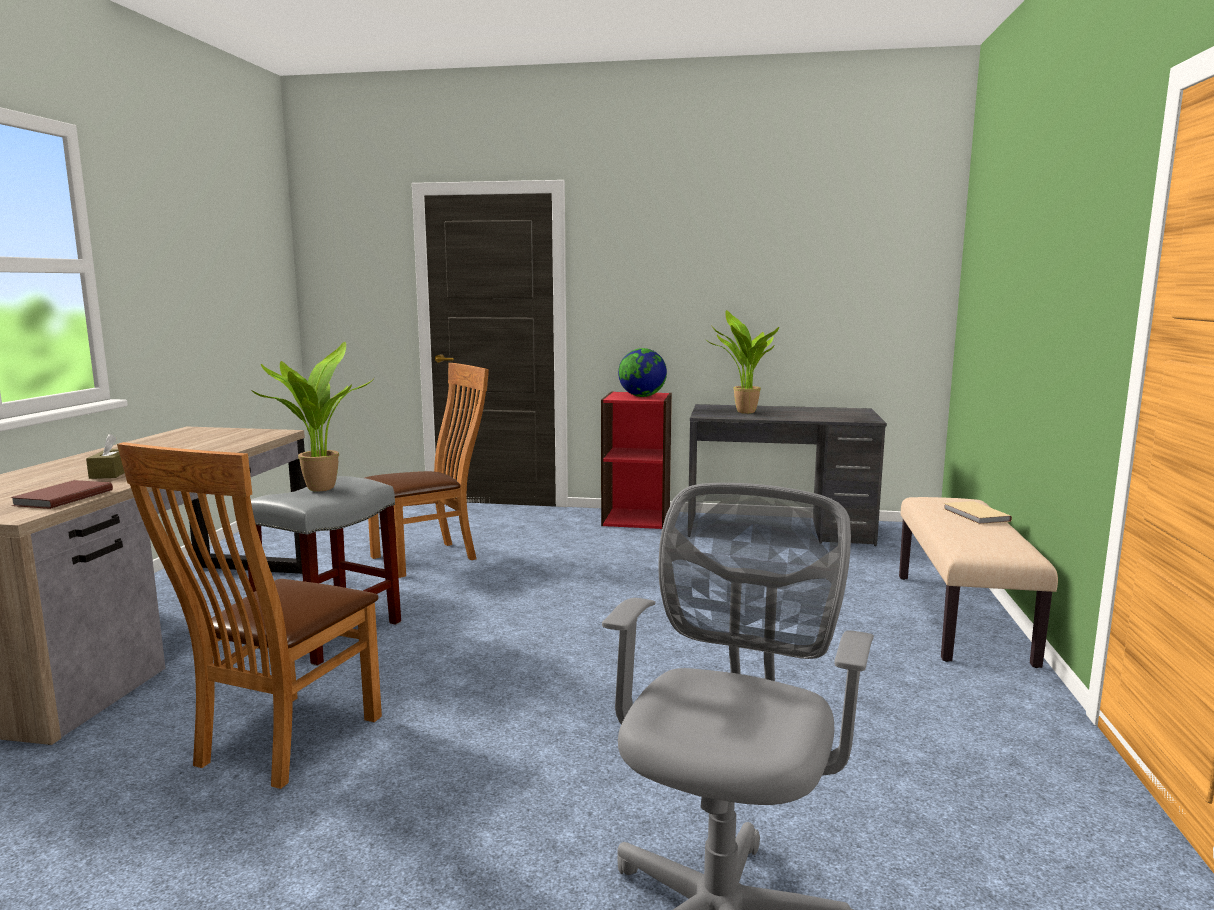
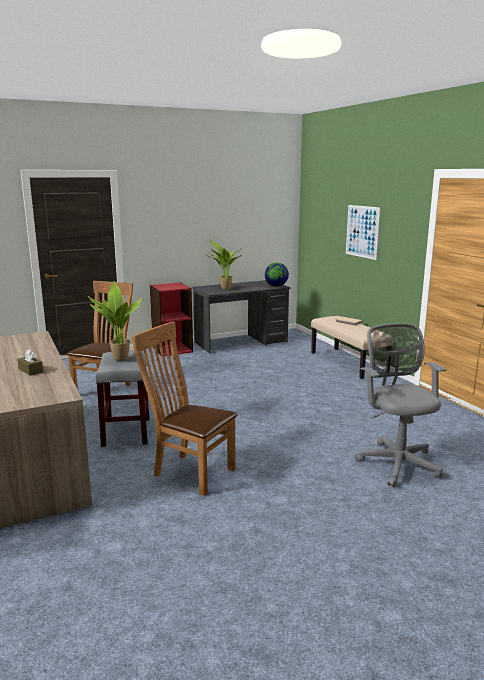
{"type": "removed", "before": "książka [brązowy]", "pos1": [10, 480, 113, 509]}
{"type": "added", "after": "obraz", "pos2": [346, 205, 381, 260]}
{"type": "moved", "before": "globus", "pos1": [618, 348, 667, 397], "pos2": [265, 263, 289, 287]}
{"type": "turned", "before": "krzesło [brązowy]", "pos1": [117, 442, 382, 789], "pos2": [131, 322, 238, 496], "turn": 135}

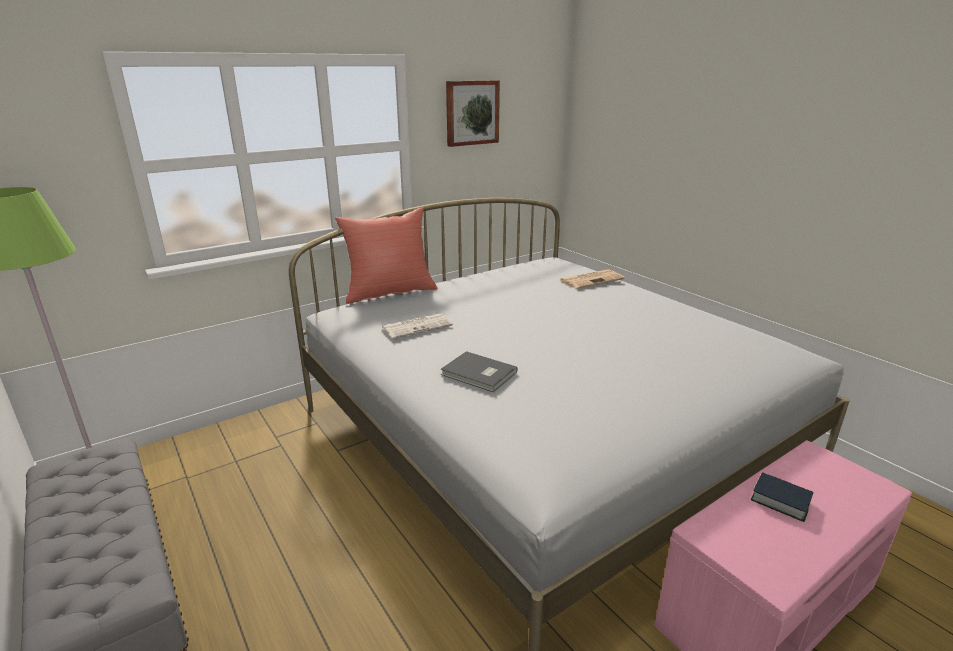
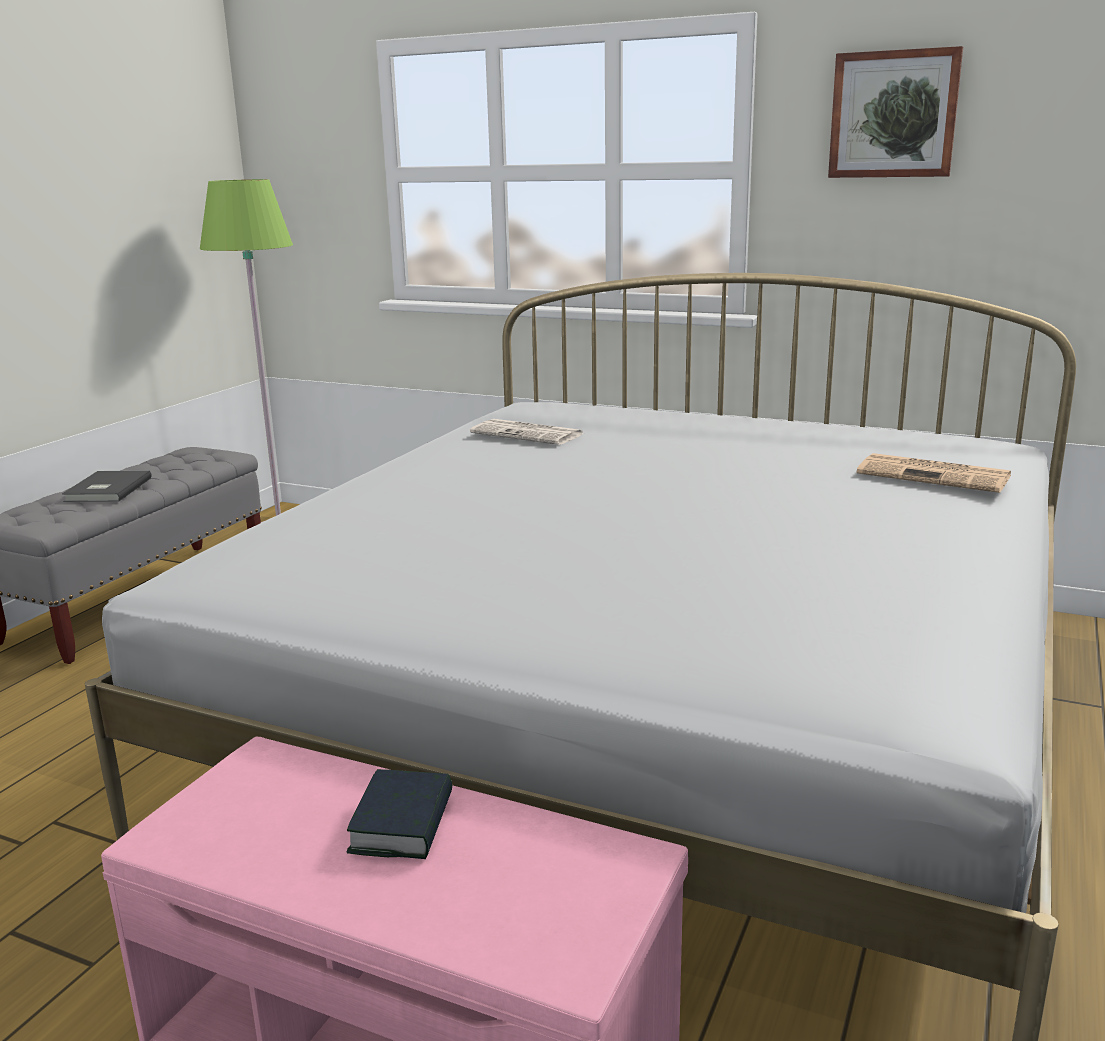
{"type": "removed", "before": "poduszka [czerwony]", "pos1": [335, 207, 438, 304]}
{"type": "moved", "before": "książka [szary]", "pos1": [441, 351, 518, 392], "pos2": [62, 471, 152, 502]}

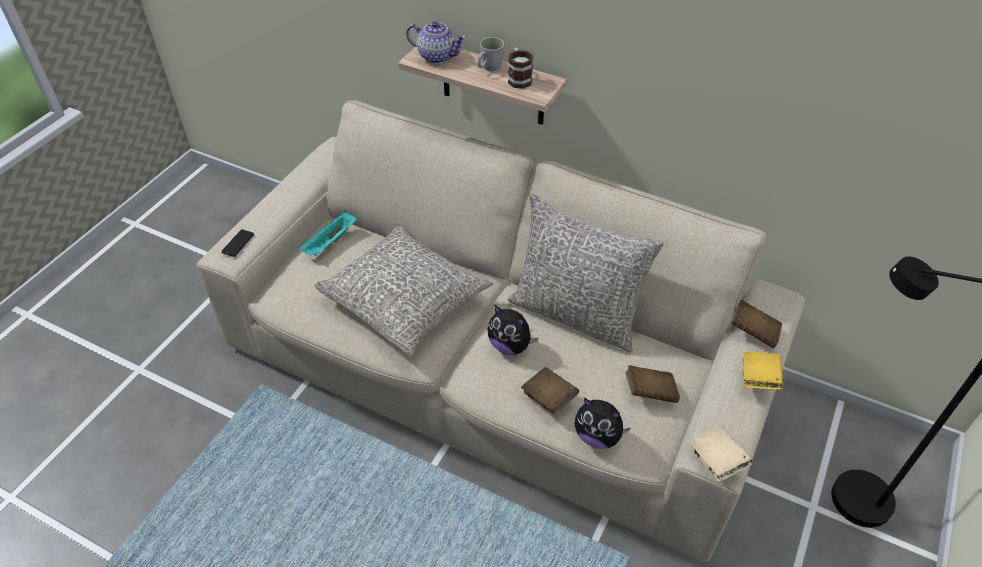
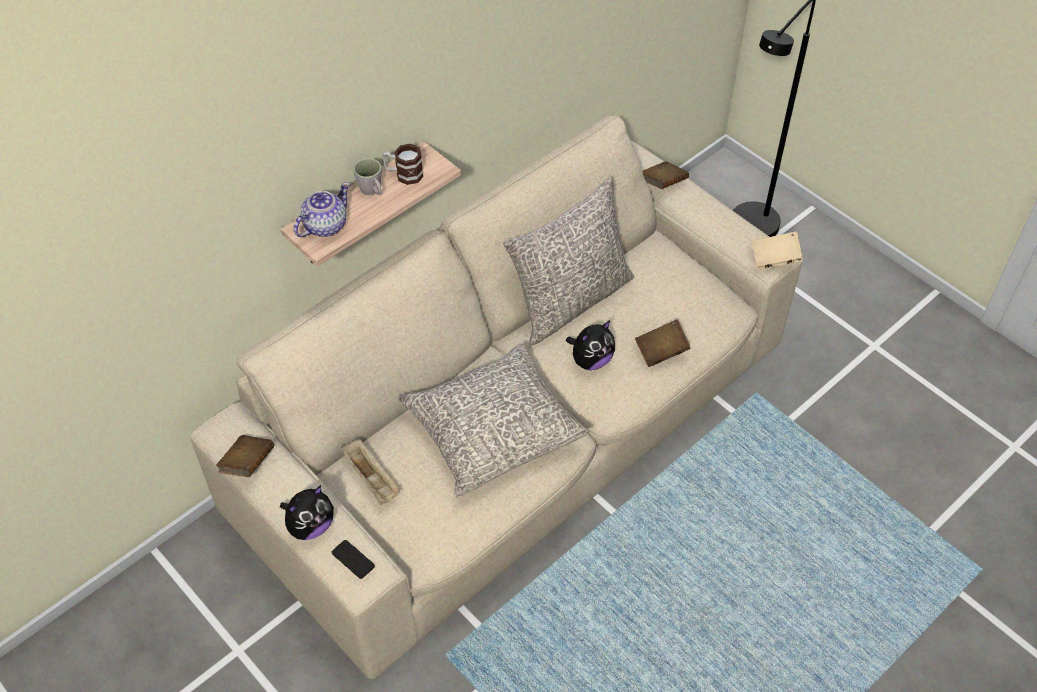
{"type": "removed", "before": "książka [żółty]", "pos1": [743, 351, 783, 389]}
{"type": "moved", "before": "pluszak", "pos1": [574, 398, 631, 449], "pos2": [280, 485, 334, 540]}
{"type": "moved", "before": "książka [brązowy]", "pos1": [625, 365, 680, 403], "pos2": [216, 435, 274, 477]}
{"type": "recoloured", "before": "taca [turkusowy]", "after": "taca [beżowy]", "pos1": [299, 211, 356, 256], "pos2": [341, 439, 400, 505]}

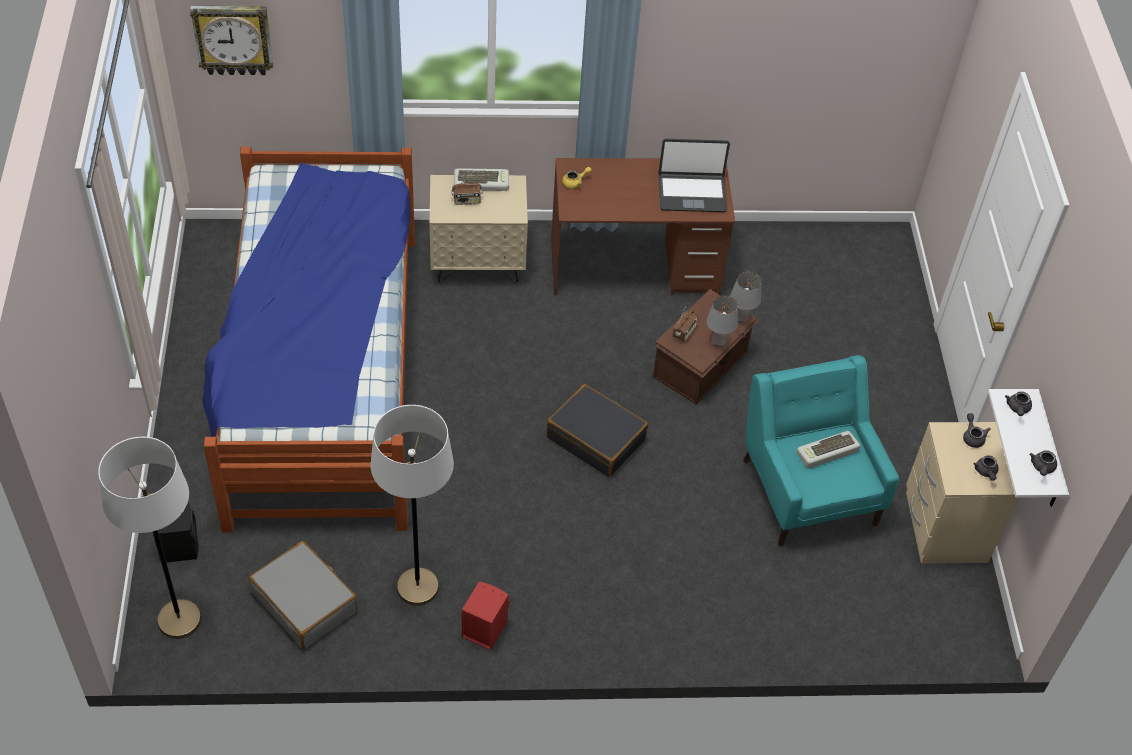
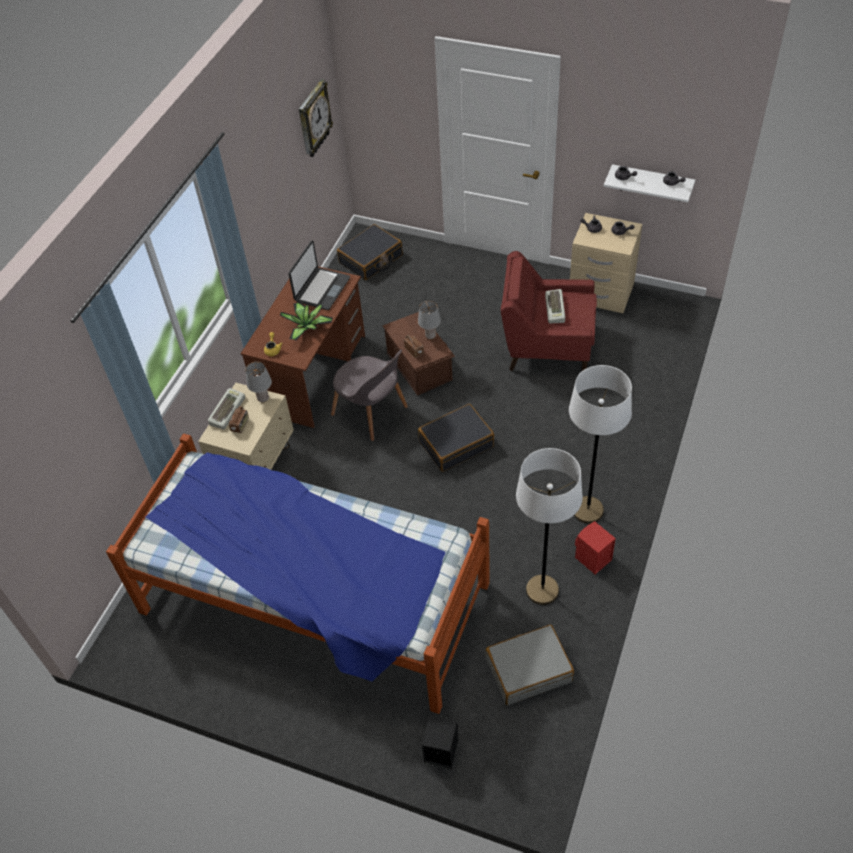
{"type": "added", "after": "roślina doniczkowa", "pos2": [280, 302, 333, 340]}
{"type": "added", "after": "krzesło [szary]", "pos2": [331, 350, 408, 441]}
{"type": "added", "after": "walizka [czarny]", "pos2": [337, 224, 403, 280]}
{"type": "moved", "before": "lampa stojąca [biały]", "pos1": [98, 437, 202, 639], "pos2": [569, 365, 632, 524]}
{"type": "moved", "before": "zegar ścienny", "pos1": [190, 5, 273, 75], "pos2": [299, 79, 333, 157]}
{"type": "moved", "before": "lampa stołowa [szary]", "pos1": [730, 272, 761, 322], "pos2": [246, 361, 272, 403]}
{"type": "recoloured", "before": "fotel [turkusowy]", "after": "fotel [czerwony]", "pos1": [743, 355, 899, 546], "pos2": [501, 251, 597, 371]}

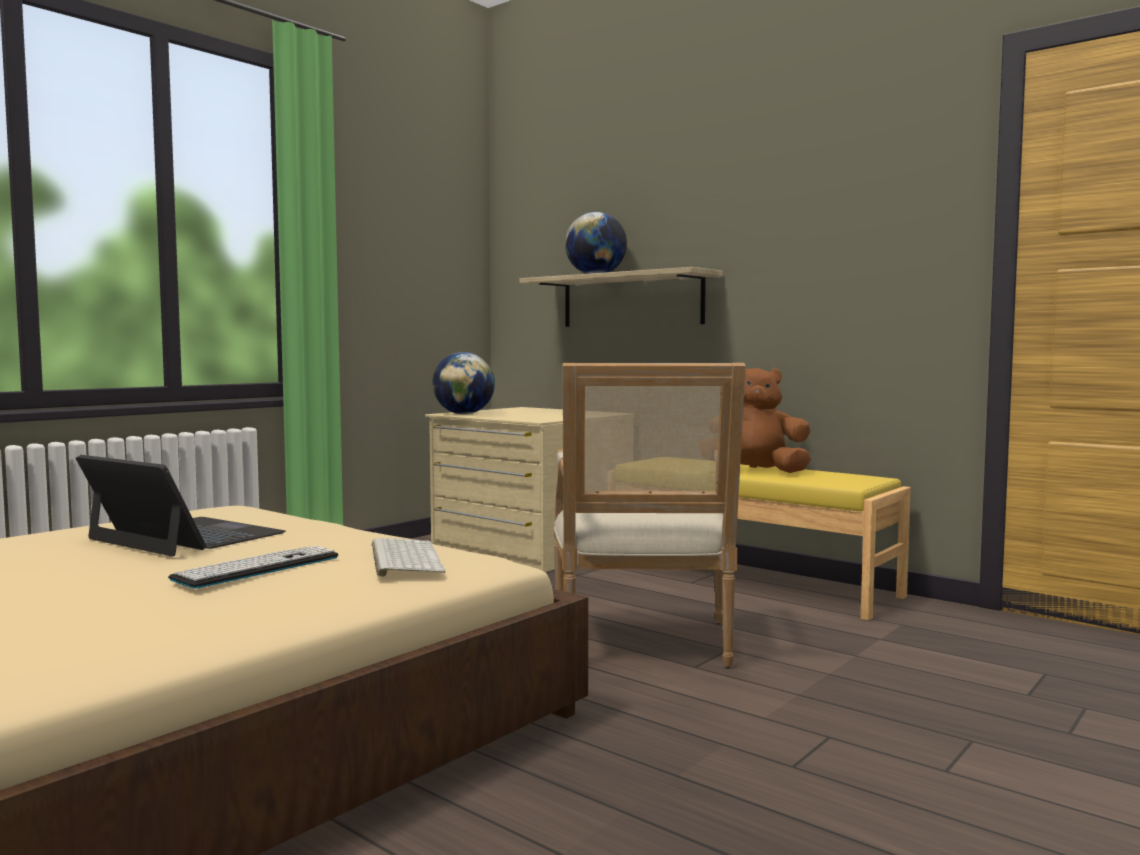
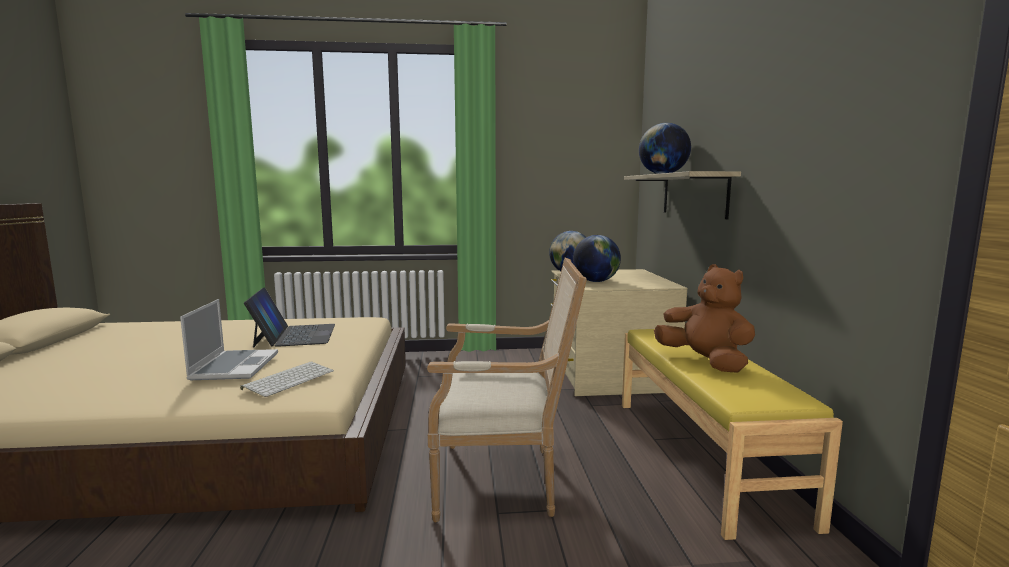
{"type": "added", "after": "globus", "pos2": [573, 235, 621, 282]}
{"type": "replaced", "before": "klawiatura", "after": "laptop", "pos1": [168, 546, 338, 588], "pos2": [180, 299, 278, 380]}
{"type": "turned", "before": "fotel", "pos1": [554, 363, 746, 668], "pos2": [427, 258, 587, 523], "turn": -135}

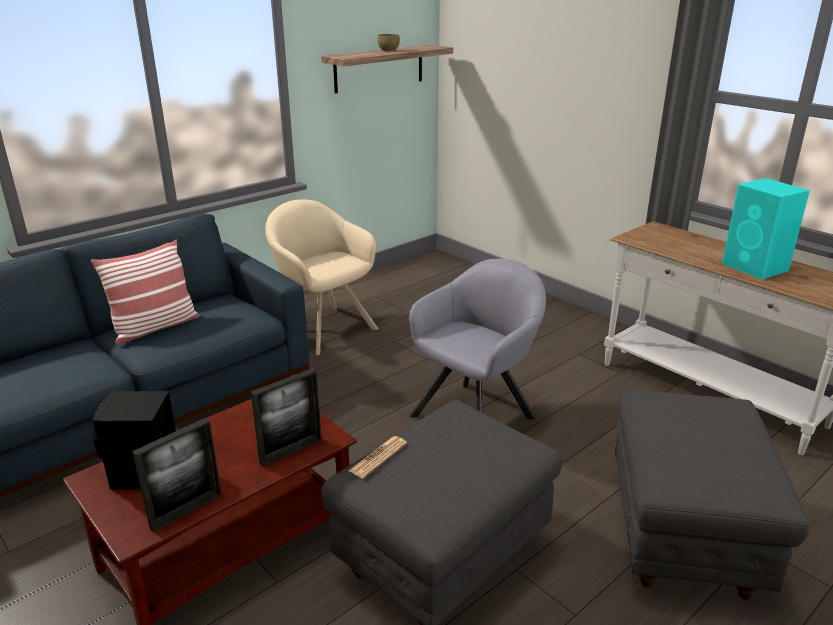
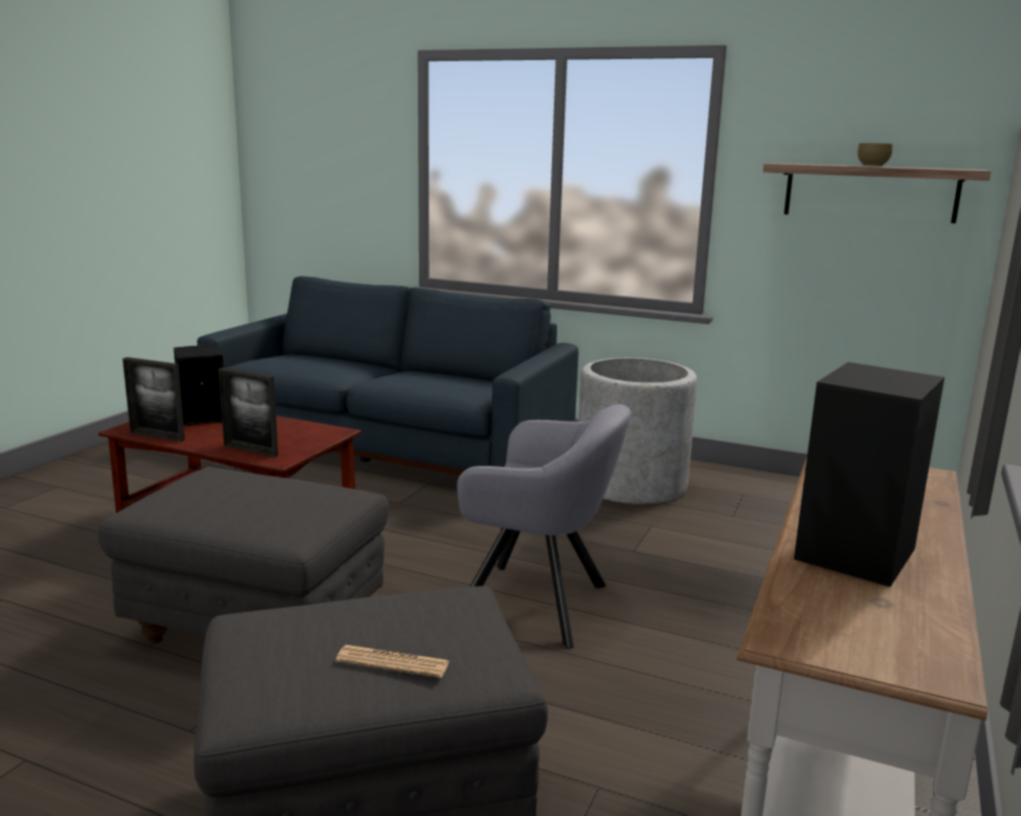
{"type": "removed", "before": "poduszka", "pos1": [91, 240, 200, 345]}
{"type": "moved", "before": "gazeta", "pos1": [349, 436, 407, 478], "pos2": [336, 645, 450, 678]}
{"type": "replaced", "before": "fotel [beżowy]", "after": "donica [szary]", "pos1": [265, 200, 378, 355], "pos2": [578, 358, 697, 504]}
{"type": "recoloured", "before": "głośnik [turkusowy]", "after": "głośnik [czarny]", "pos1": [722, 178, 810, 280], "pos2": [794, 362, 945, 587]}

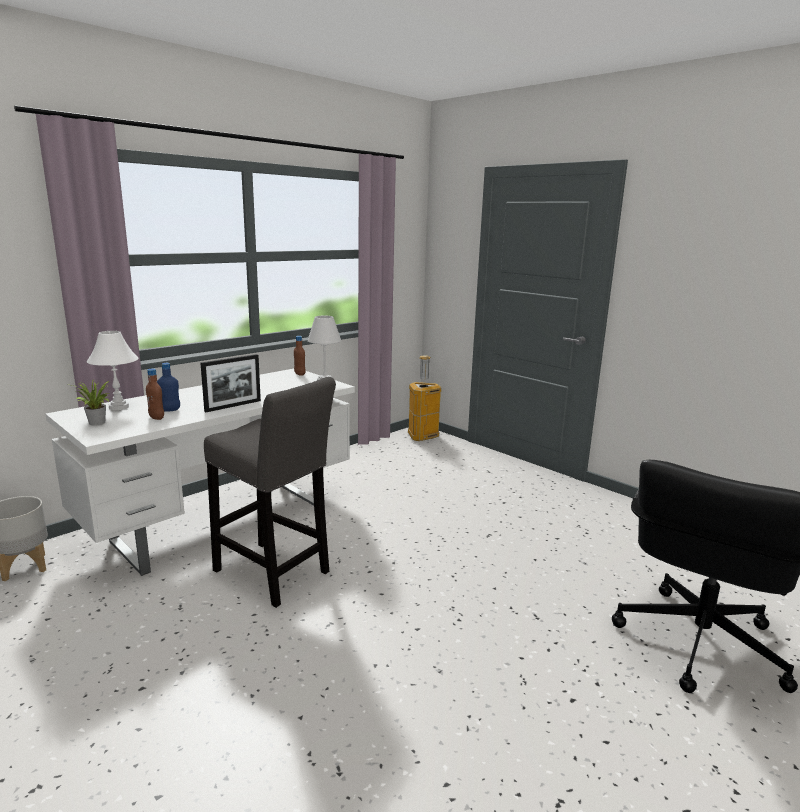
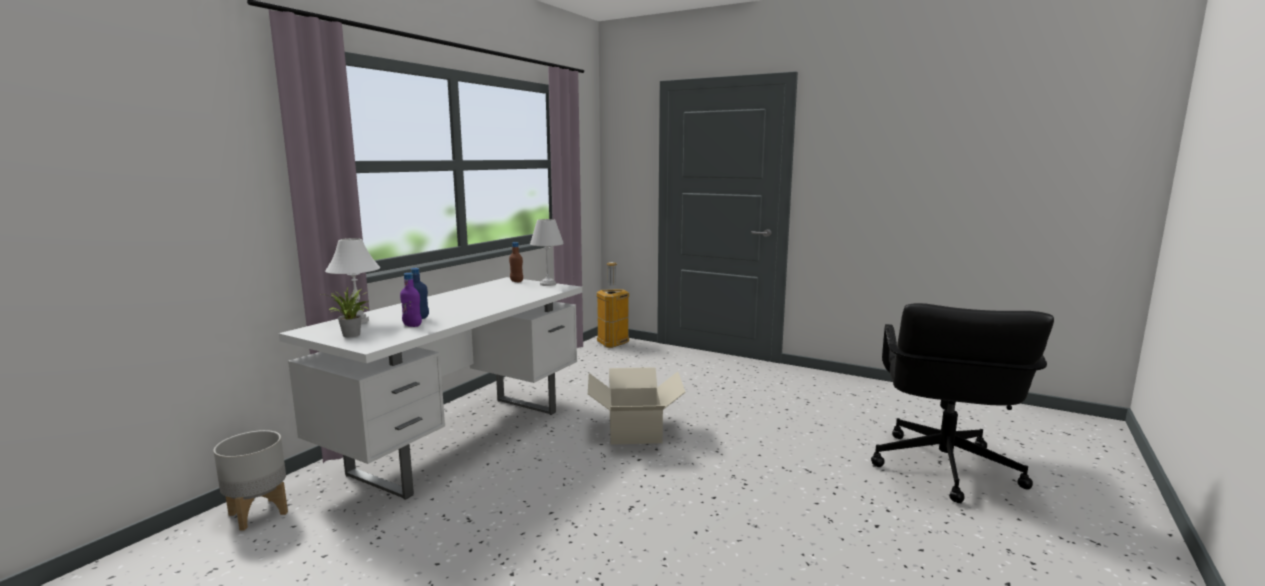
{"type": "removed", "before": "ramka na zdjęcie", "pos1": [201, 354, 261, 412]}
{"type": "removed", "before": "stołek [szary]", "pos1": [204, 377, 336, 608]}
{"type": "added", "after": "karton", "pos2": [588, 367, 685, 444]}
{"type": "recoloured", "before": "butelka [brązowy]", "after": "butelka [fioletowy]", "pos1": [146, 368, 164, 420], "pos2": [400, 273, 422, 327]}

